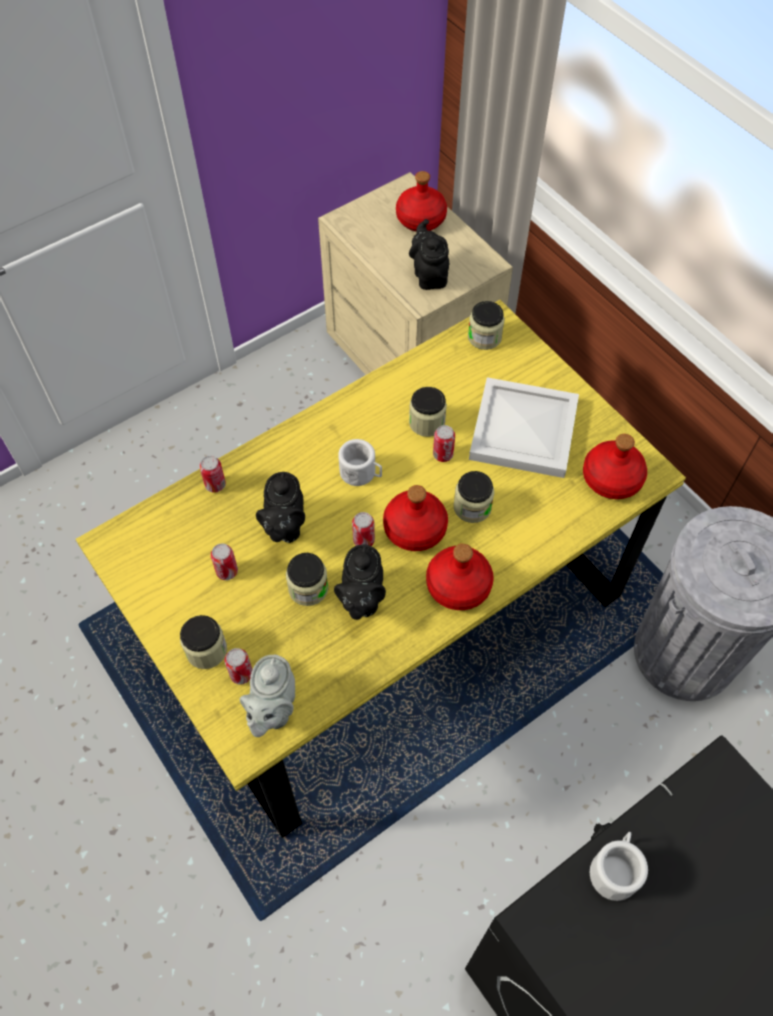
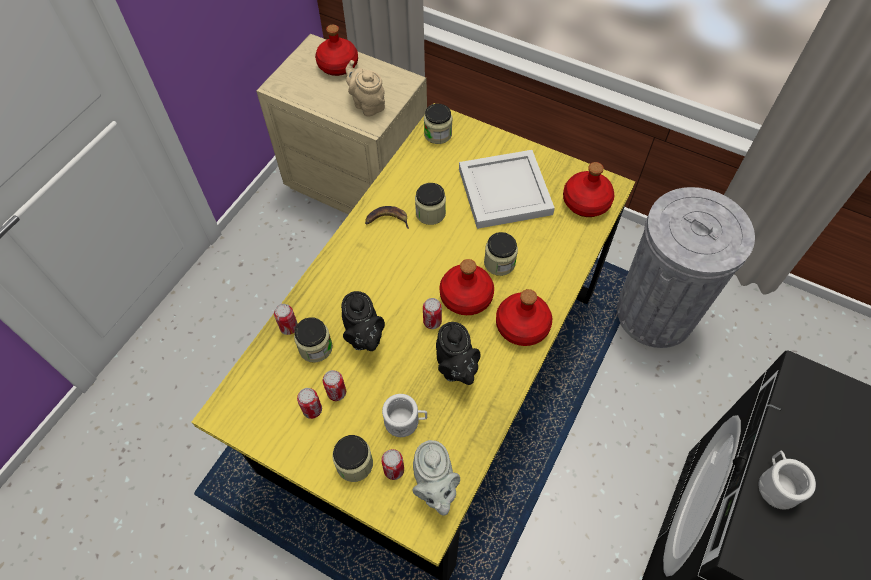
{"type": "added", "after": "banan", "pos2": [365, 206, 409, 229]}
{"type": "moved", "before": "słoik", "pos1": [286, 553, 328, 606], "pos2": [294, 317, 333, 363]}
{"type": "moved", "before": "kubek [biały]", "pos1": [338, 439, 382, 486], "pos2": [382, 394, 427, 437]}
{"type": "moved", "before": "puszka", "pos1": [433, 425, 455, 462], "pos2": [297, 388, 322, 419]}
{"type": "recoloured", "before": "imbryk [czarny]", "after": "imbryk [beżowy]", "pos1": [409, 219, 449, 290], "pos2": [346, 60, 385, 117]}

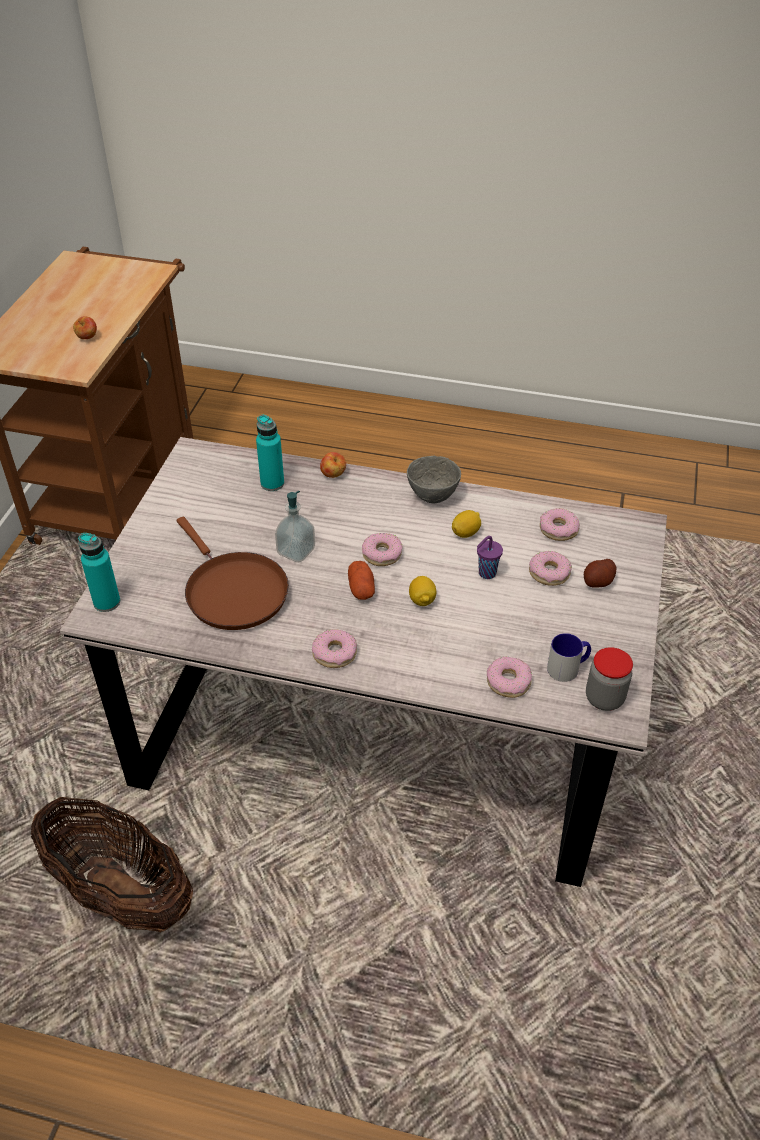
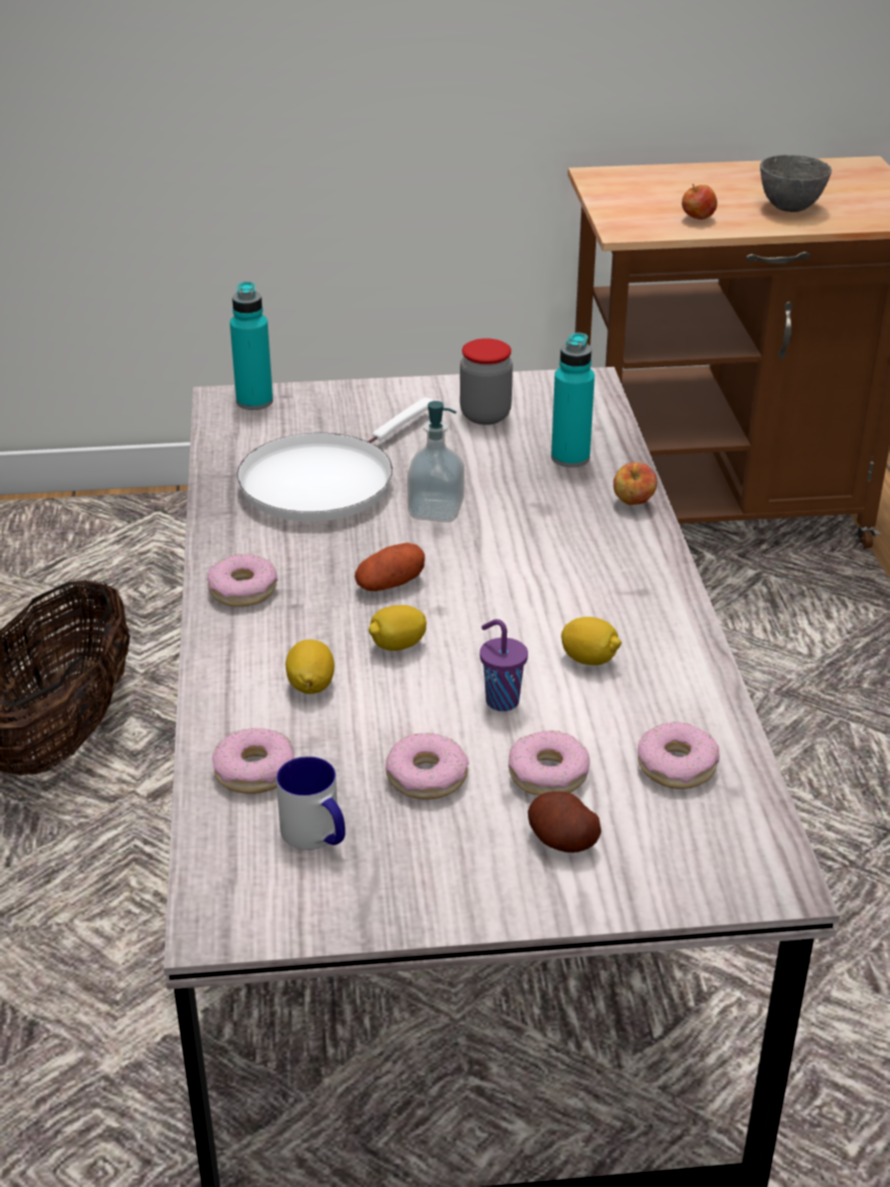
{"type": "added", "after": "cytryna", "pos2": [285, 639, 335, 694]}
{"type": "moved", "before": "donut", "pos1": [362, 533, 403, 566], "pos2": [385, 733, 469, 800]}
{"type": "moved", "before": "miska [szary]", "pos1": [407, 456, 461, 503], "pos2": [760, 155, 832, 212]}
{"type": "moved", "before": "słoik", "pos1": [586, 647, 633, 711], "pos2": [460, 338, 513, 425]}
{"type": "recoloured", "before": "patelnia [brązowy]", "after": "patelnia [biały]", "pos1": [177, 517, 289, 630], "pos2": [237, 397, 434, 522]}

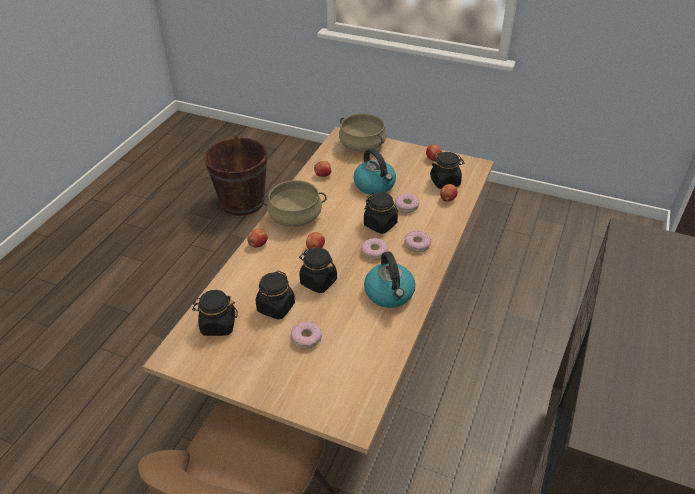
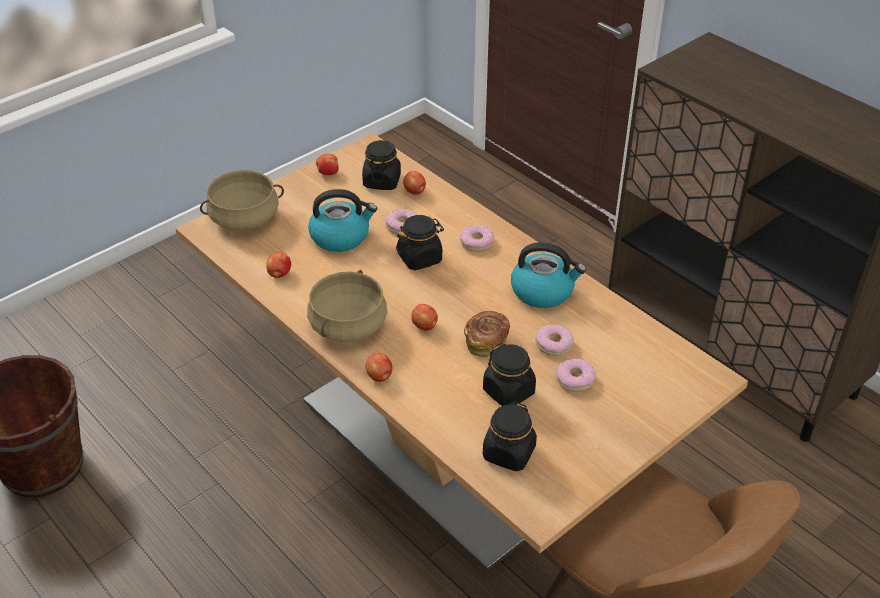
{"type": "moved", "before": "donut", "pos1": [361, 238, 388, 260], "pos2": [535, 324, 574, 356]}
{"type": "replaced", "before": "słoik [czarny]", "after": "chleb", "pos1": [299, 248, 337, 293], "pos2": [464, 311, 510, 357]}

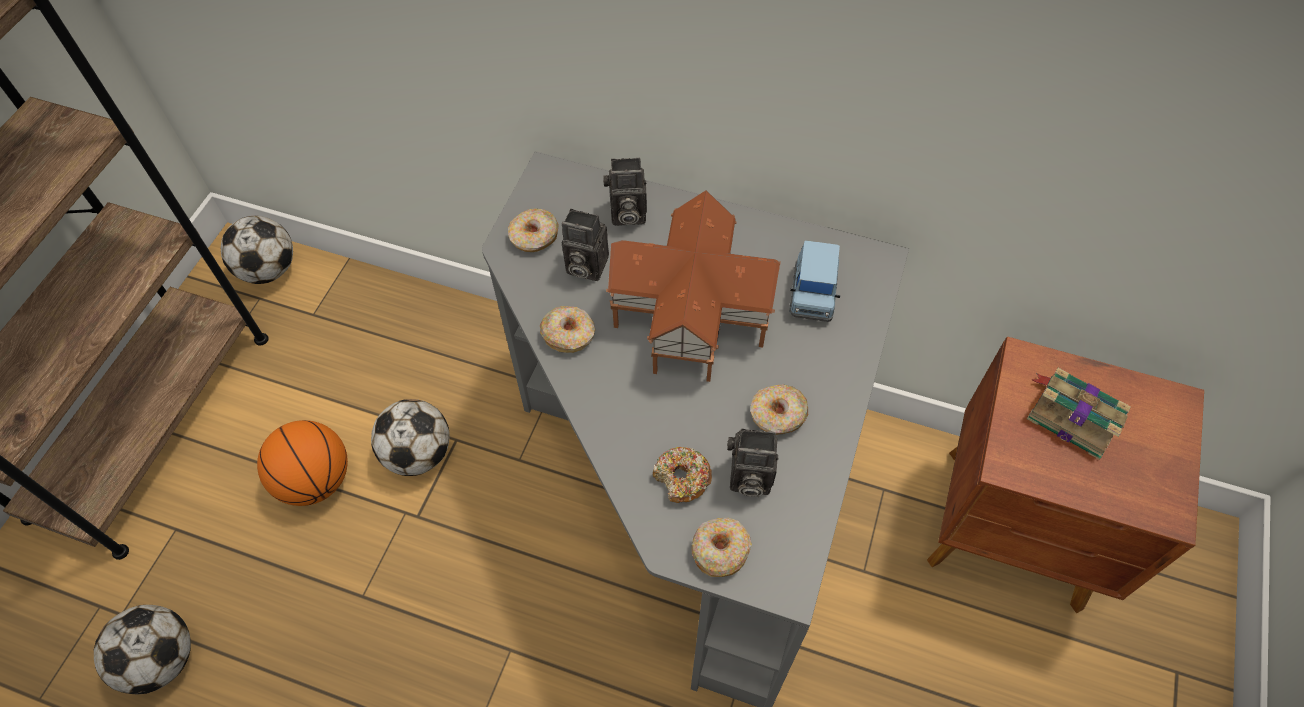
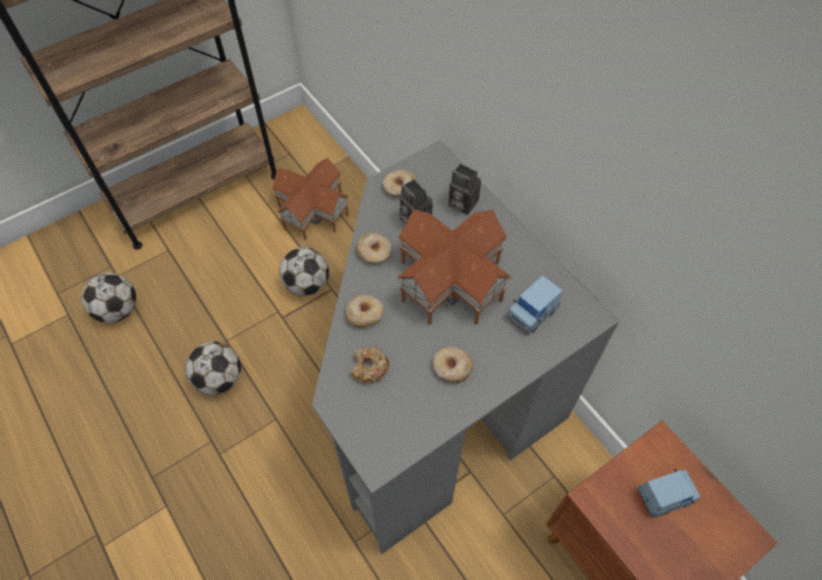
{"type": "removed", "before": "piłka do koszykówki", "pos1": [257, 420, 348, 506]}
{"type": "removed", "before": "aparat fotograficzny", "pos1": [727, 429, 778, 497]}
{"type": "added", "after": "domek", "pos2": [272, 158, 349, 240]}
{"type": "moved", "before": "piłka futbolowa", "pos1": [221, 216, 293, 284], "pos2": [185, 341, 241, 395]}
{"type": "moved", "before": "donut", "pos1": [691, 518, 752, 577], "pos2": [345, 295, 383, 328]}
{"type": "replaced", "before": "książka", "after": "samochodzik [niebieski]", "pos1": [1027, 368, 1131, 460], "pos2": [638, 468, 700, 518]}

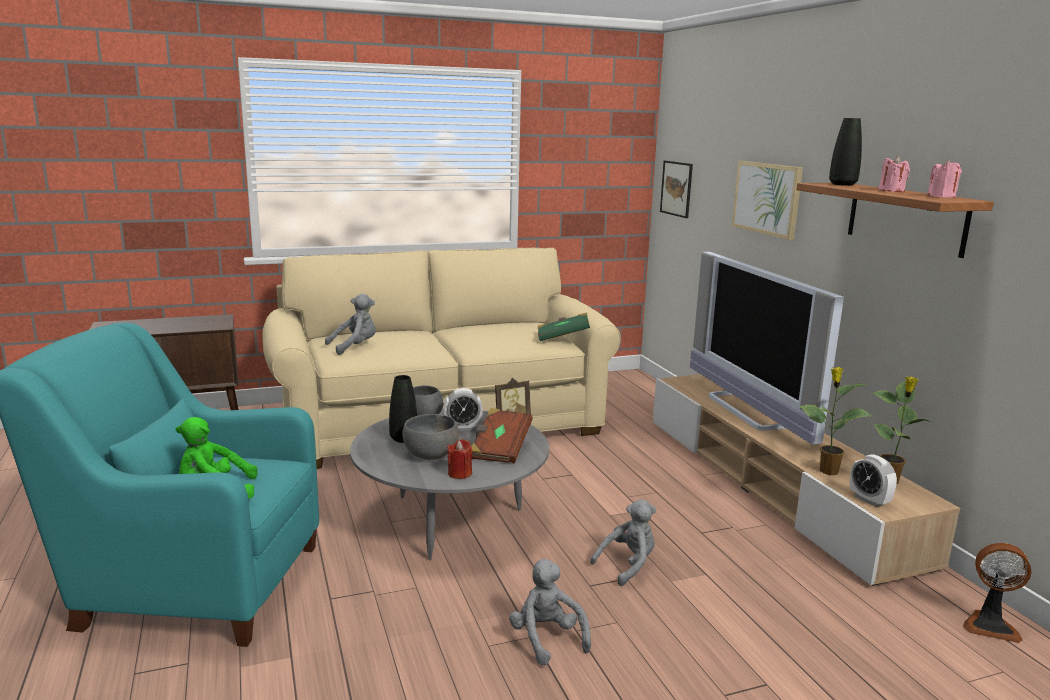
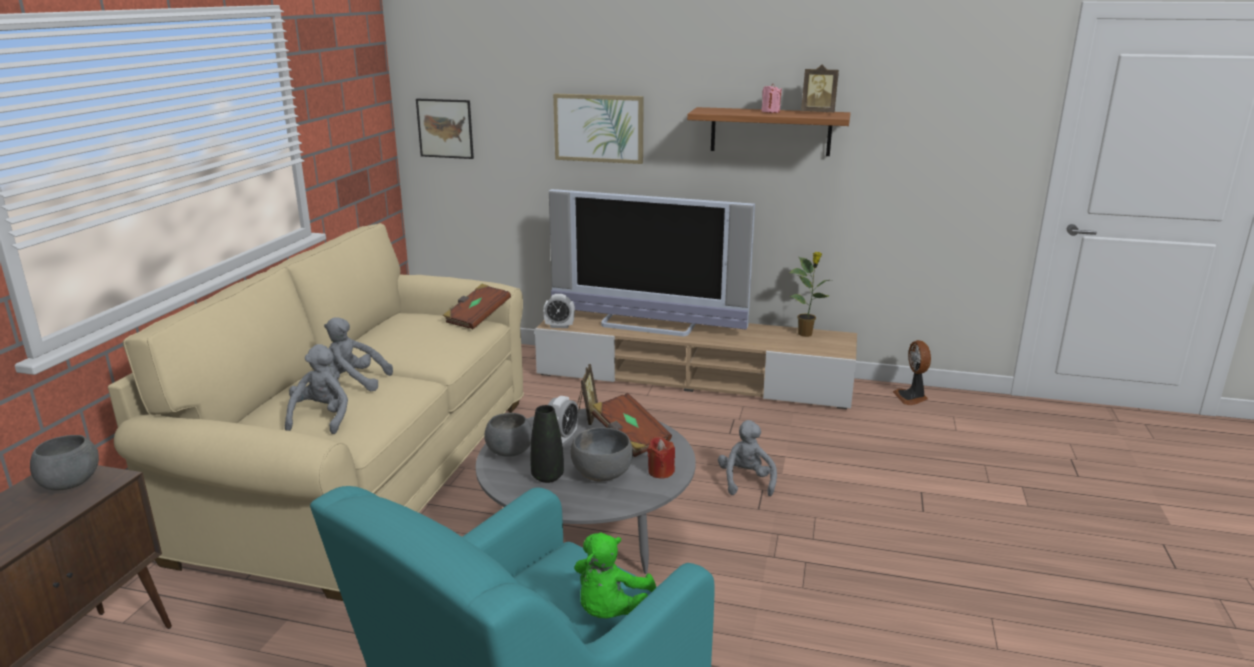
{"type": "removed", "before": "roślina doniczkowa", "pos1": [800, 367, 872, 475]}
{"type": "removed", "before": "wazon [czarny]", "pos1": [829, 118, 862, 186]}
{"type": "added", "after": "miska [szary]", "pos2": [30, 435, 99, 491]}
{"type": "moved", "before": "pluszak [szary]", "pos1": [509, 559, 591, 666], "pos2": [324, 317, 393, 391]}
{"type": "moved", "before": "budzik", "pos1": [850, 455, 897, 507], "pos2": [543, 294, 575, 328]}
{"type": "replaced", "before": "świeca [różowy]", "after": "ramka na zdjęcie", "pos1": [927, 159, 962, 198], "pos2": [801, 65, 839, 113]}
{"type": "recoloured", "before": "książka [zielony]", "after": "książka [brązowy]", "pos1": [538, 312, 590, 341], "pos2": [443, 284, 511, 329]}
{"type": "turned", "before": "wentylator", "pos1": [963, 543, 1032, 643], "pos2": [893, 340, 931, 405], "turn": 120}

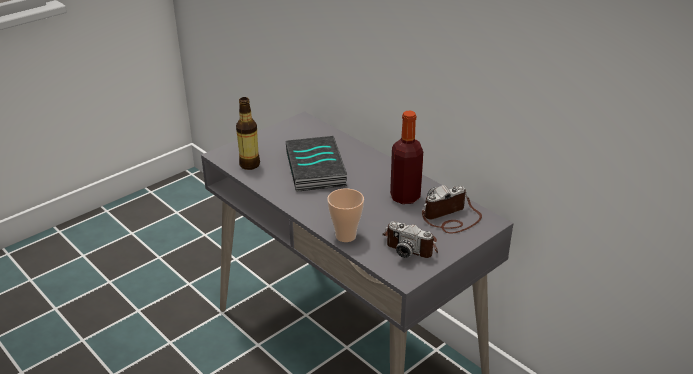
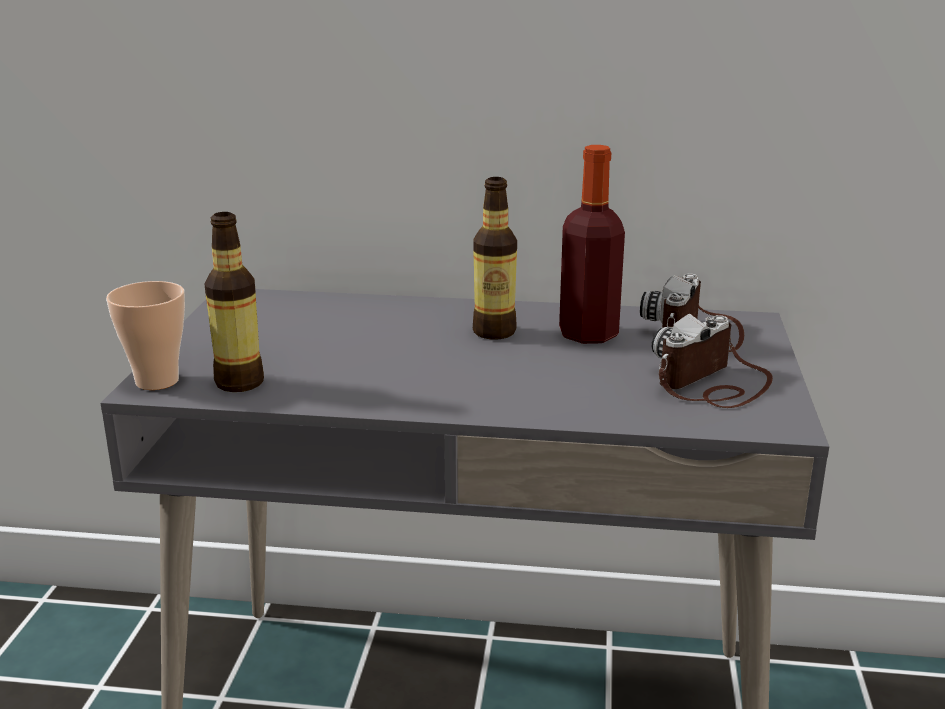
{"type": "removed", "before": "książka", "pos1": [286, 136, 347, 192]}
{"type": "added", "after": "butelka", "pos2": [473, 177, 517, 340]}
{"type": "moved", "before": "filiżanka", "pos1": [327, 188, 364, 242], "pos2": [106, 281, 185, 390]}
{"type": "turned", "before": "aparat fotograficzny", "pos1": [382, 221, 438, 258], "pos2": [652, 314, 773, 408], "turn": 150}

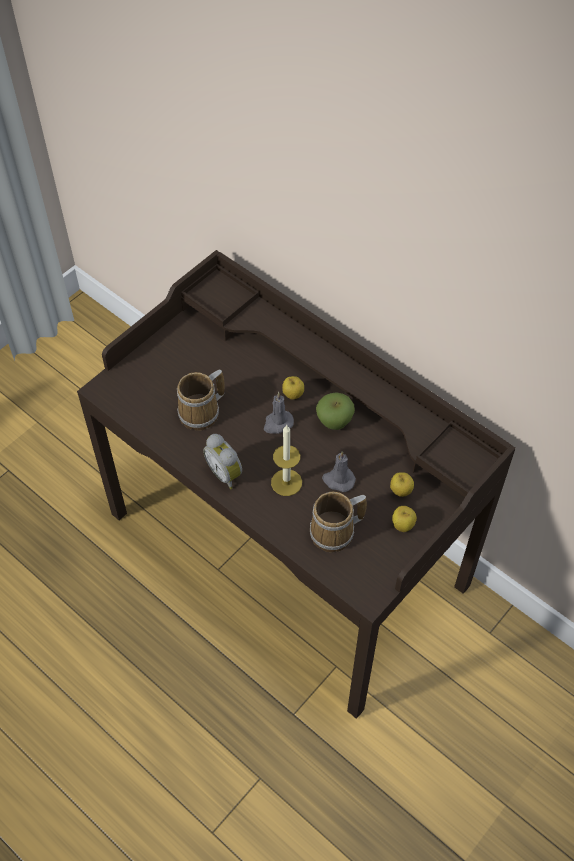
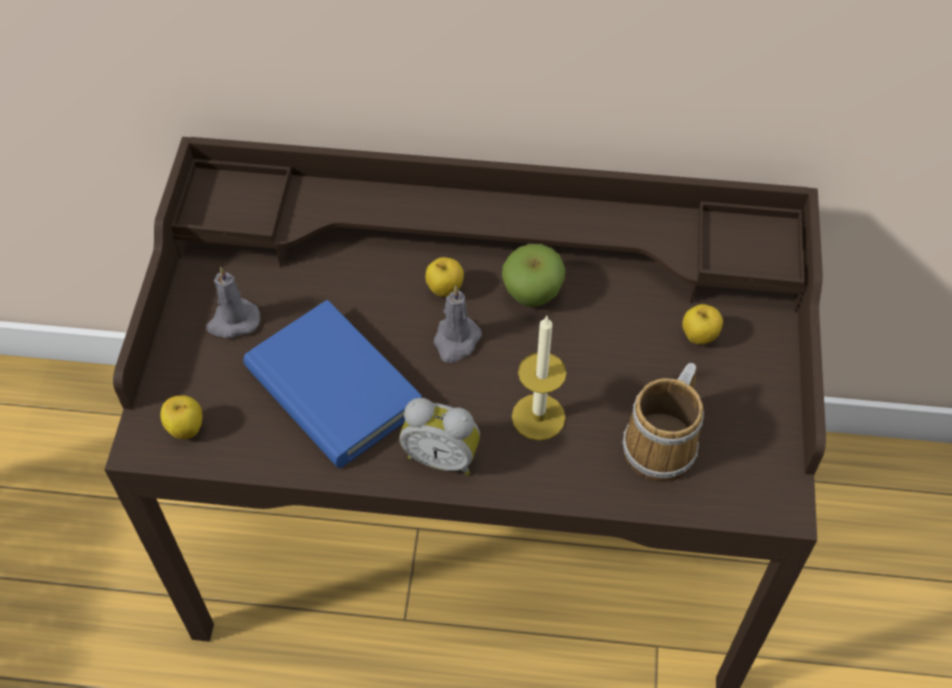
{"type": "moved", "before": "świeca [szary]", "pos1": [322, 451, 356, 492], "pos2": [206, 266, 260, 338]}
{"type": "moved", "before": "jabłko", "pos1": [392, 506, 417, 532], "pos2": [161, 395, 203, 439]}
{"type": "replaced", "before": "kubek", "after": "książka [niebieski]", "pos1": [177, 370, 225, 431], "pos2": [243, 300, 422, 468]}

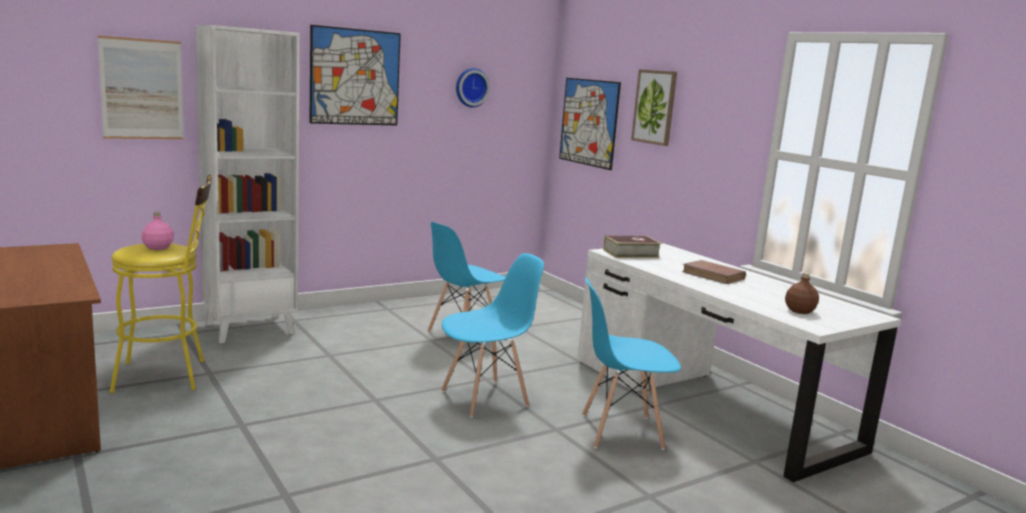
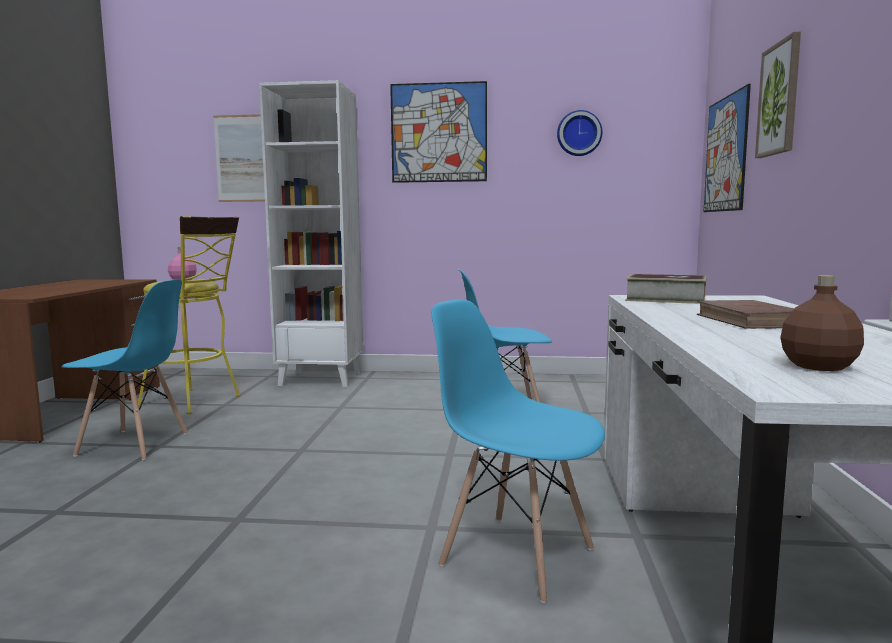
{"type": "moved", "before": "krzesło [niebieski]", "pos1": [441, 253, 544, 418], "pos2": [61, 279, 188, 460]}

